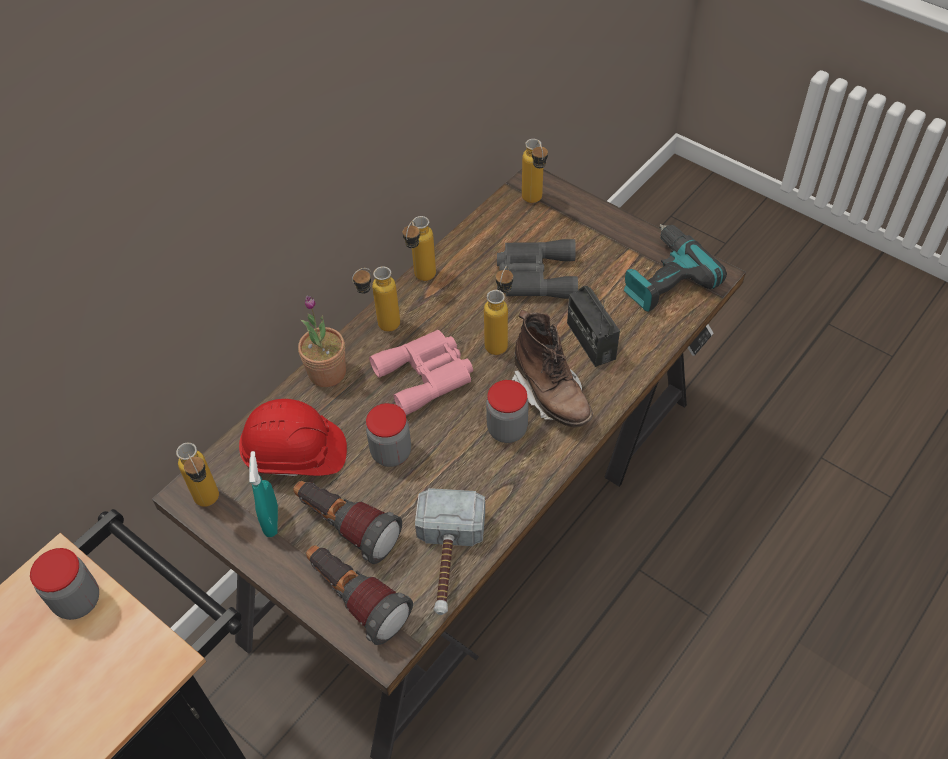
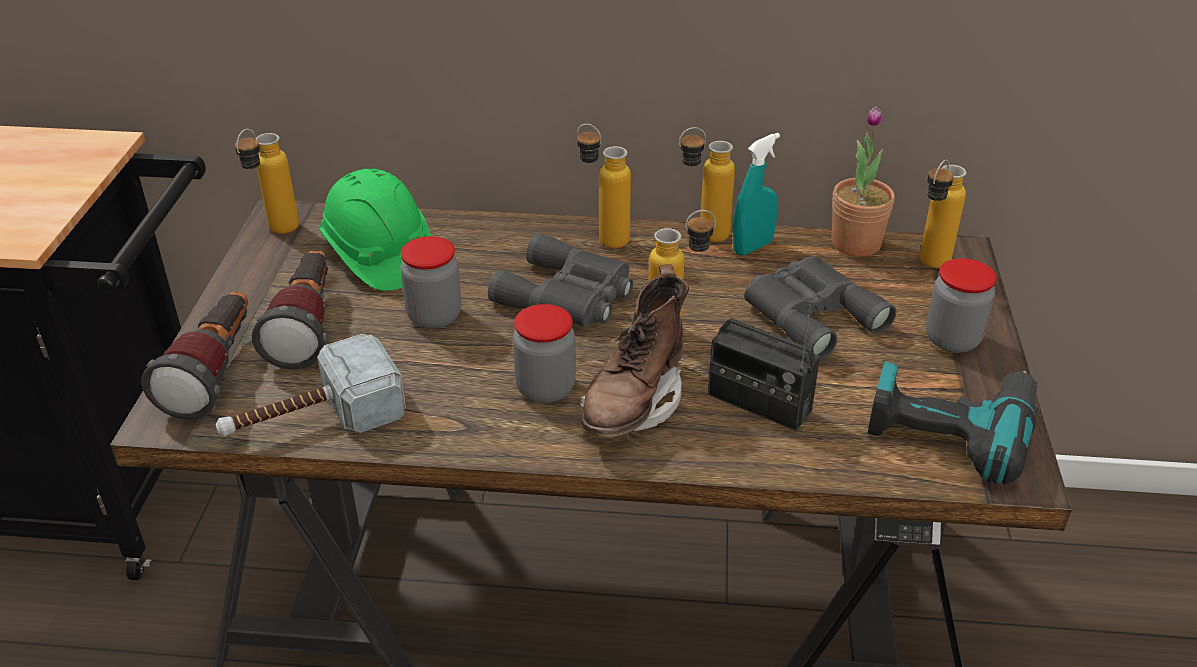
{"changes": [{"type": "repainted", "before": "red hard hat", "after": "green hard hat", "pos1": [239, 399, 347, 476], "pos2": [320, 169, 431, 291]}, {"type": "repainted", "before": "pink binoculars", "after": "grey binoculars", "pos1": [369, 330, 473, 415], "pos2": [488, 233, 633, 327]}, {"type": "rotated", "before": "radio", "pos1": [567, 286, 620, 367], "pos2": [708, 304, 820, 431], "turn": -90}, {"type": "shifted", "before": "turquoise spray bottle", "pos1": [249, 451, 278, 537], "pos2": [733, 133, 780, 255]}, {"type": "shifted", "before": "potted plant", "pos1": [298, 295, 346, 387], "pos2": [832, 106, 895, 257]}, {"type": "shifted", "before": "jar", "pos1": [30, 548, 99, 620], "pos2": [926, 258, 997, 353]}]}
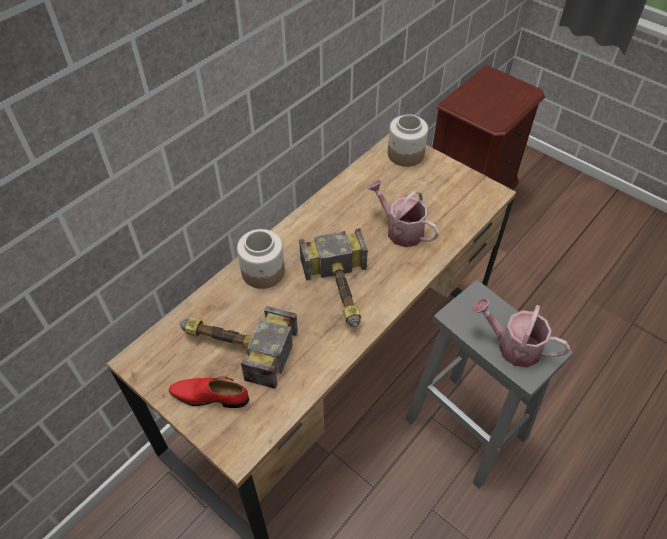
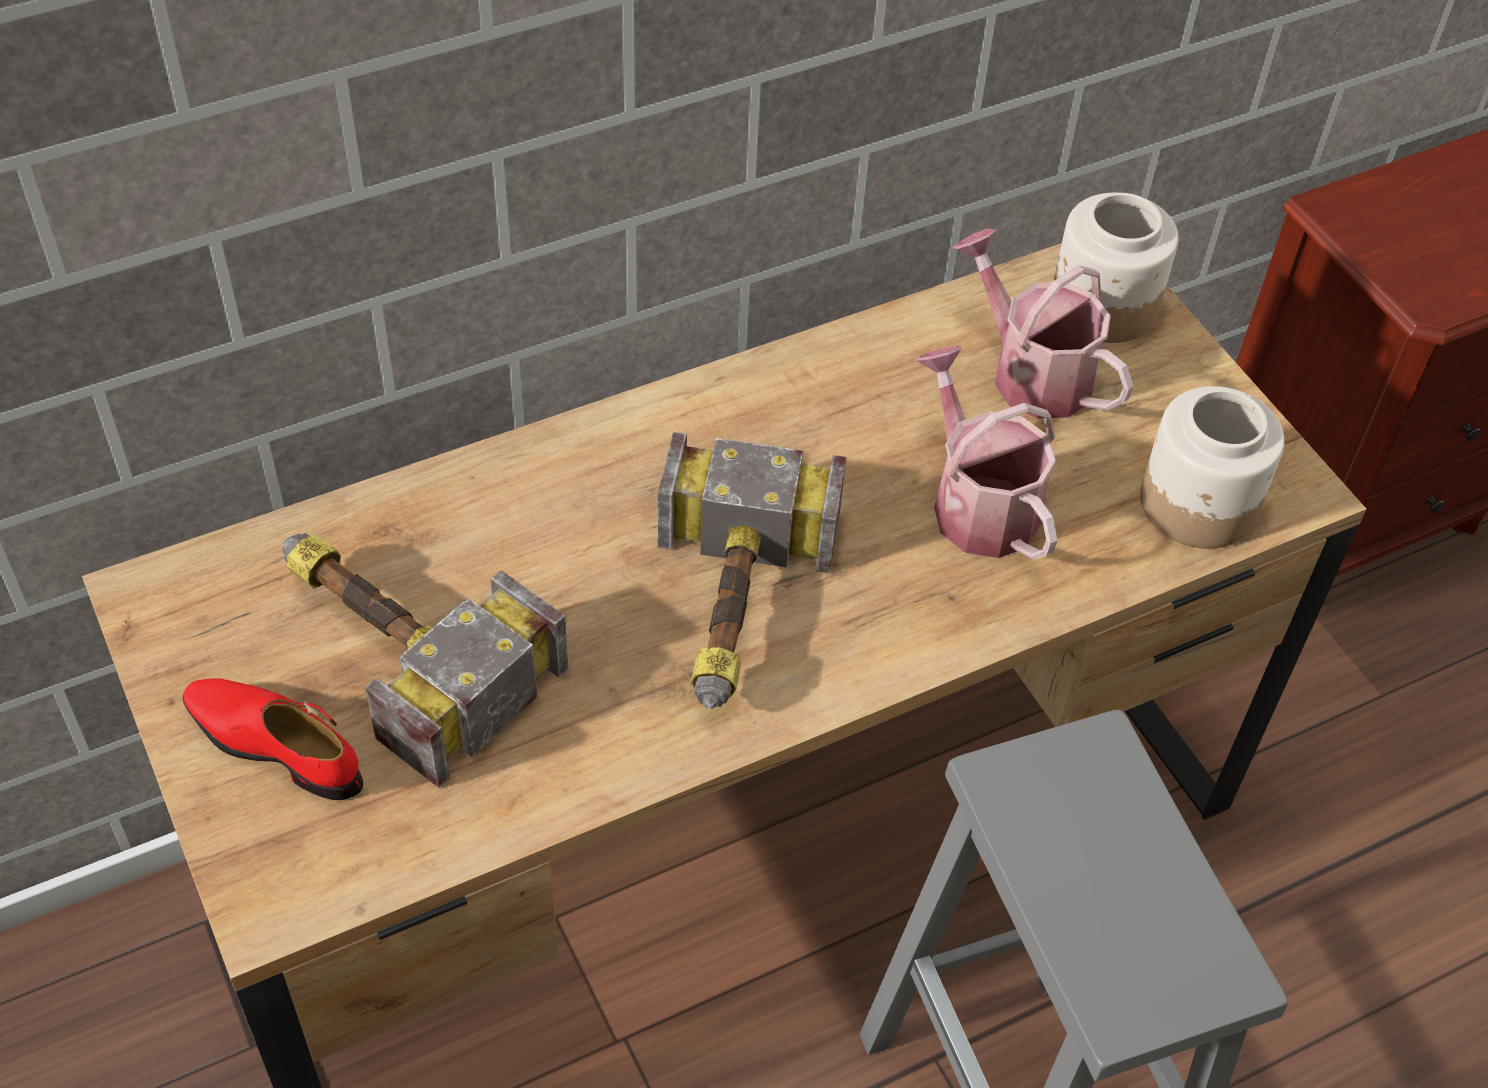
{"changes": [{"type": "shifted", "before": "watering can", "pos1": [472, 298, 570, 368], "pos2": [953, 229, 1134, 419]}, {"type": "shifted", "before": "jar", "pos1": [237, 229, 285, 289], "pos2": [1140, 386, 1284, 548]}]}
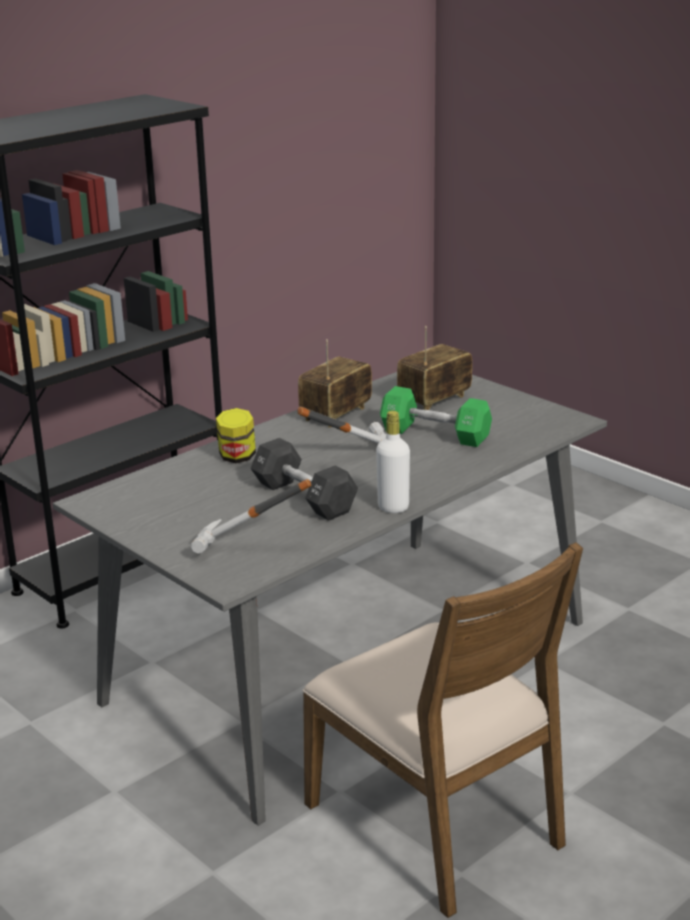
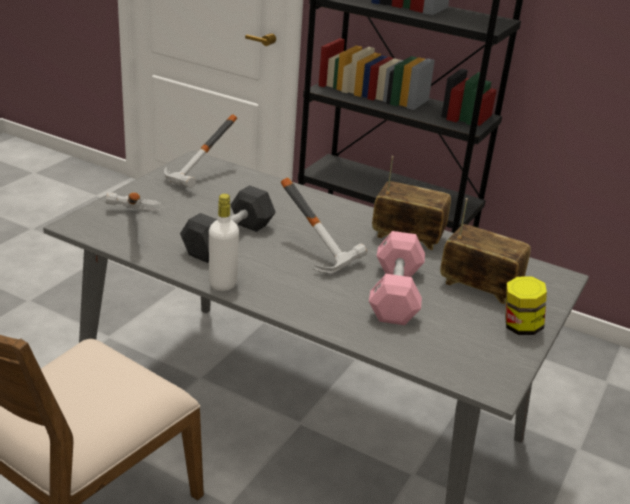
{"changes": [{"type": "new", "after": "hammer", "pos2": [164, 115, 237, 188]}, {"type": "repainted", "before": "green dumbbell", "after": "pink dumbbell", "pos1": [380, 386, 492, 447], "pos2": [369, 231, 425, 325]}, {"type": "shifted", "before": "jar", "pos1": [216, 408, 256, 463], "pos2": [505, 277, 547, 335]}]}
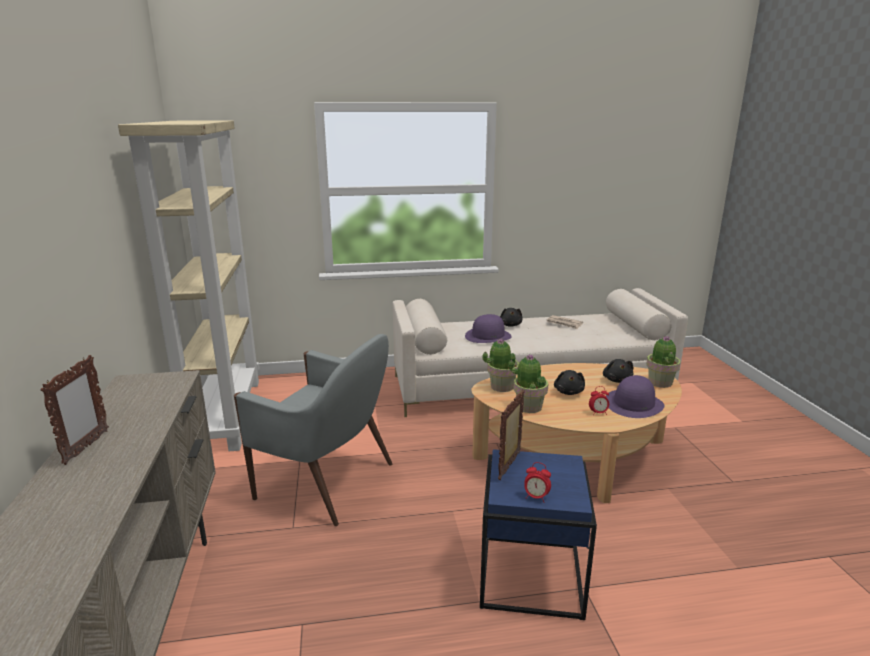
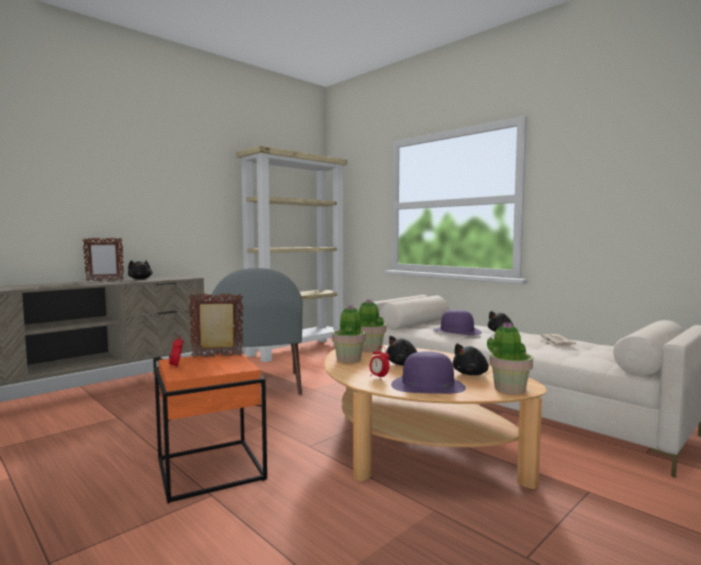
{"changes": [{"type": "new", "after": "black plush toy", "pos2": [128, 260, 153, 279]}, {"type": "repainted", "before": "blue side table", "after": "orange side table", "pos1": [480, 449, 597, 620], "pos2": [154, 351, 267, 504]}]}
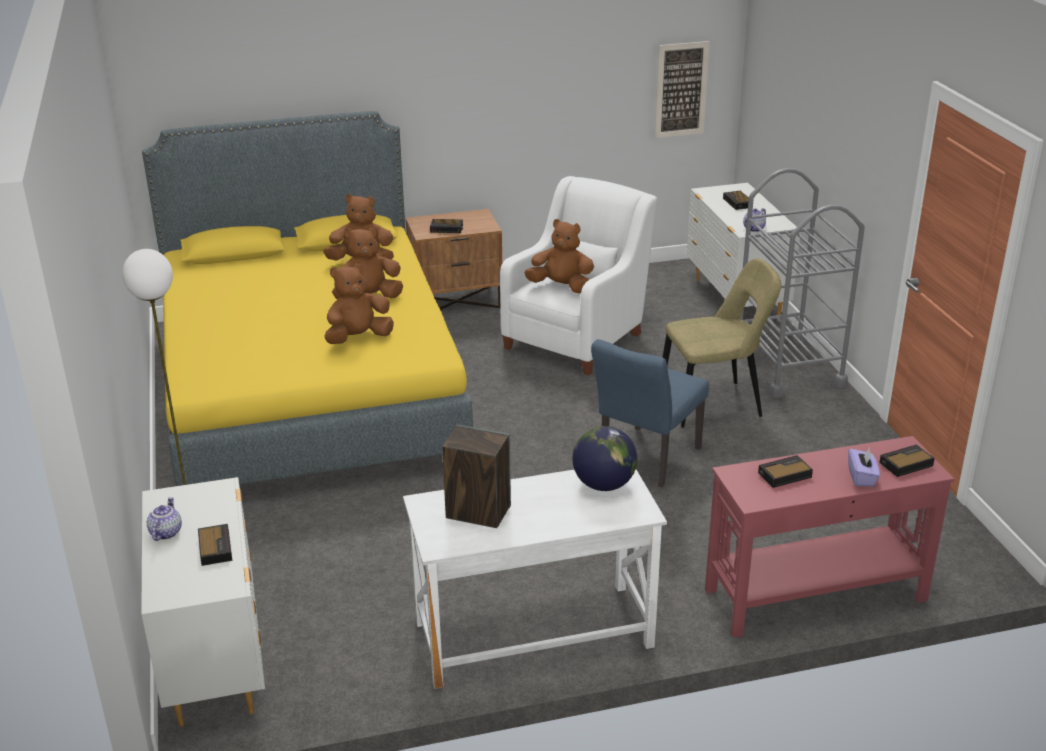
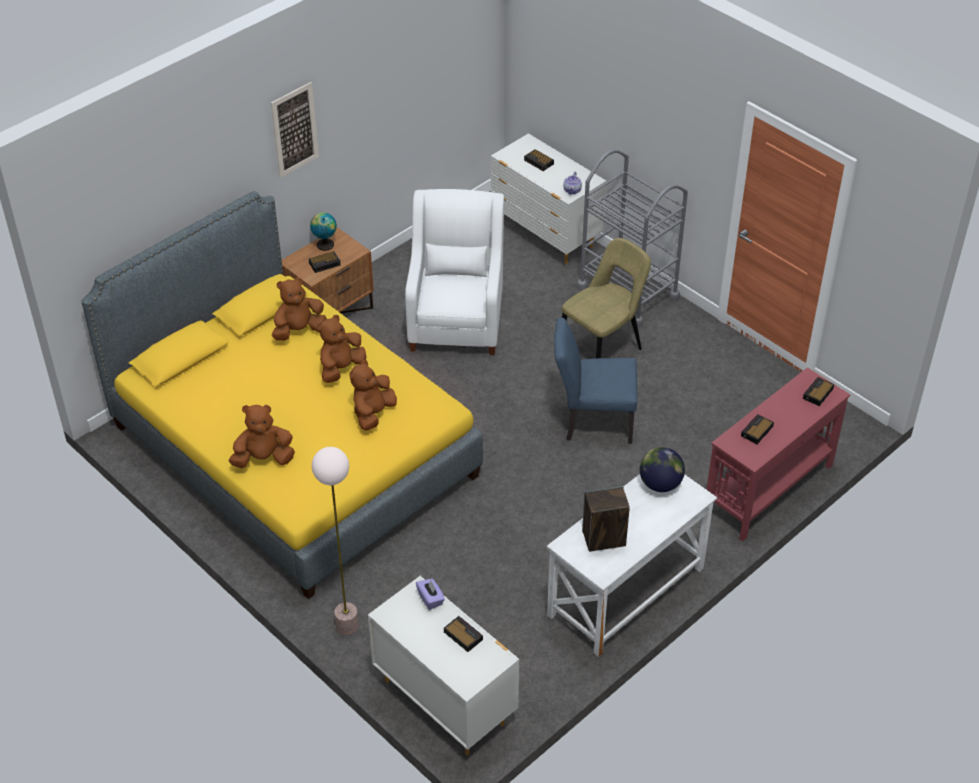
{"changes": [{"type": "shifted", "before": "brown plush toy", "pos1": [524, 219, 594, 293], "pos2": [229, 404, 295, 468]}, {"type": "shifted", "before": "picture", "pos1": [655, 41, 710, 138], "pos2": [271, 82, 319, 178]}, {"type": "new", "after": "globe", "pos2": [310, 212, 337, 251]}, {"type": "shifted", "before": "purple tissue box", "pos1": [848, 448, 880, 486], "pos2": [416, 578, 445, 610]}, {"type": "rotated", "before": "blue chair", "pos1": [591, 339, 709, 487], "pos2": [554, 318, 637, 444], "turn": 90}, {"type": "gone", "before": "teapot", "pos1": [147, 497, 182, 541]}]}
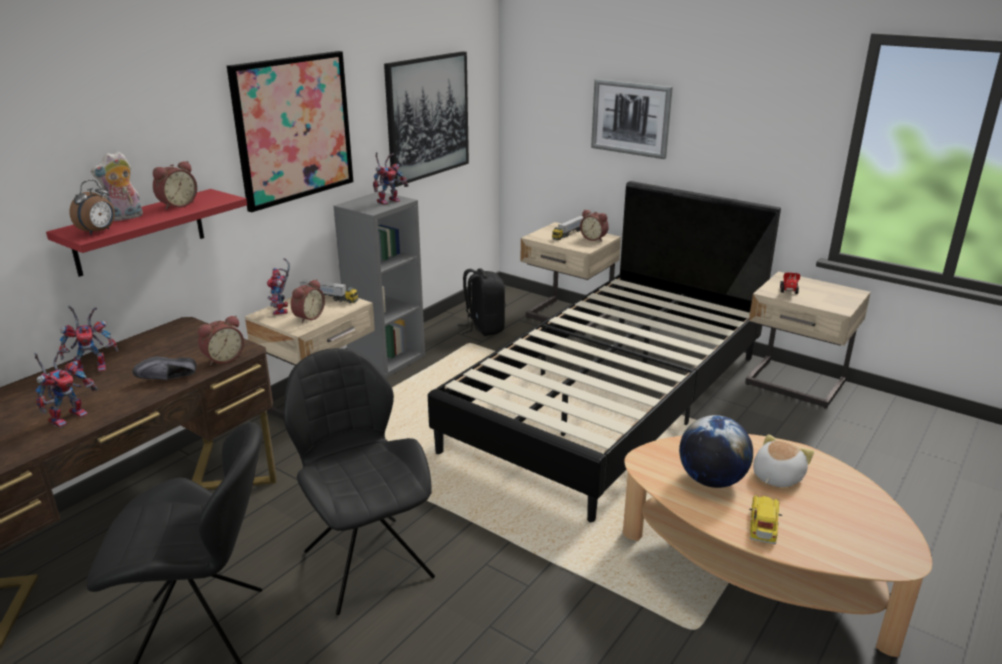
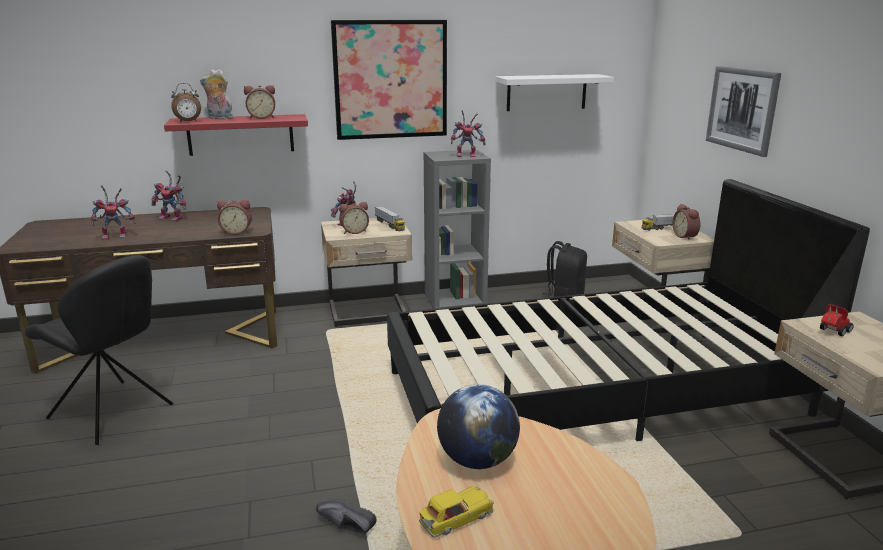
{"changes": [{"type": "shifted", "before": "black shoe", "pos1": [133, 356, 197, 380], "pos2": [316, 498, 377, 535]}, {"type": "swapped", "before": "picture", "after": "white shelf", "pos1": [384, 51, 469, 187], "pos2": [495, 74, 614, 111]}, {"type": "gone", "before": "black chair", "pos1": [284, 348, 435, 615]}, {"type": "gone", "before": "plush toy", "pos1": [753, 434, 814, 487]}]}
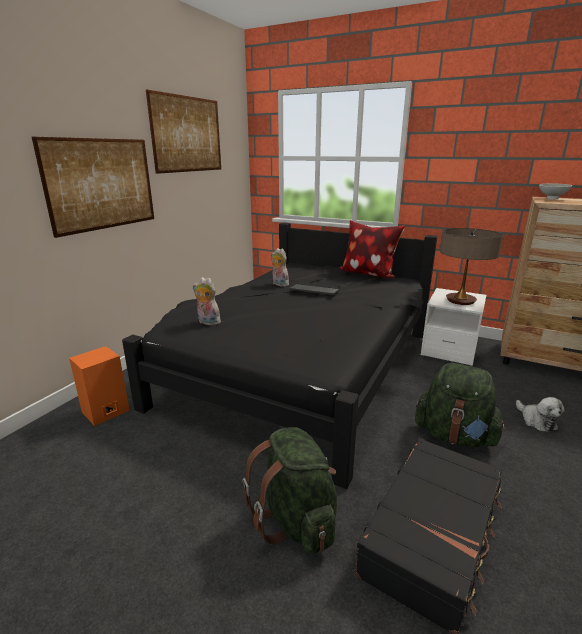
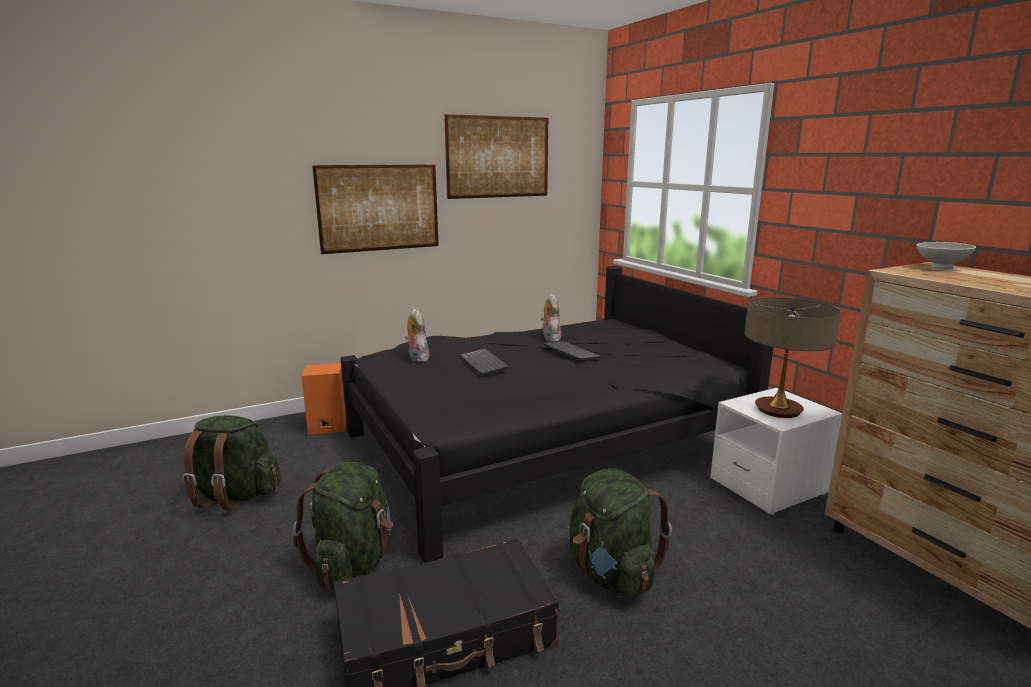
{"changes": [{"type": "new", "after": "green backpack", "pos2": [182, 415, 281, 510]}, {"type": "new", "after": "keyboard", "pos2": [459, 349, 509, 375]}, {"type": "gone", "before": "pillow", "pos1": [339, 220, 405, 278]}, {"type": "gone", "before": "plush toy", "pos1": [516, 397, 565, 432]}]}
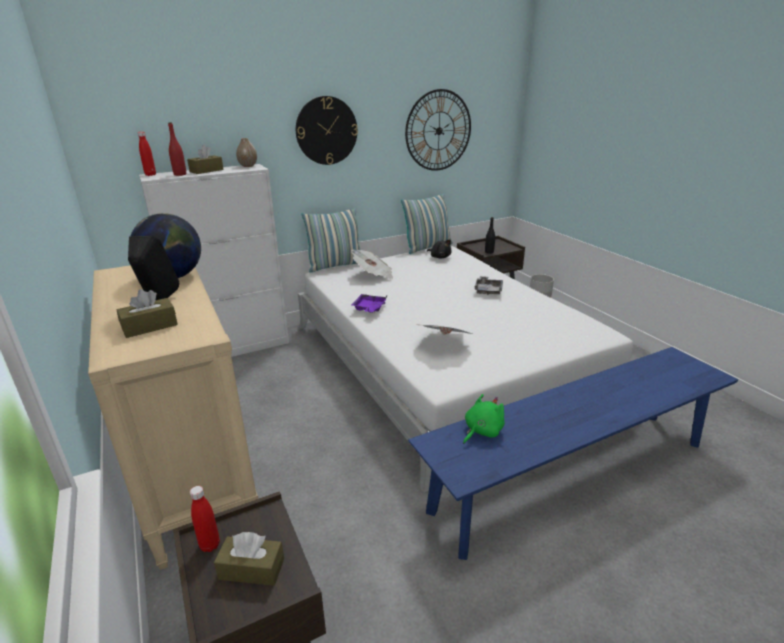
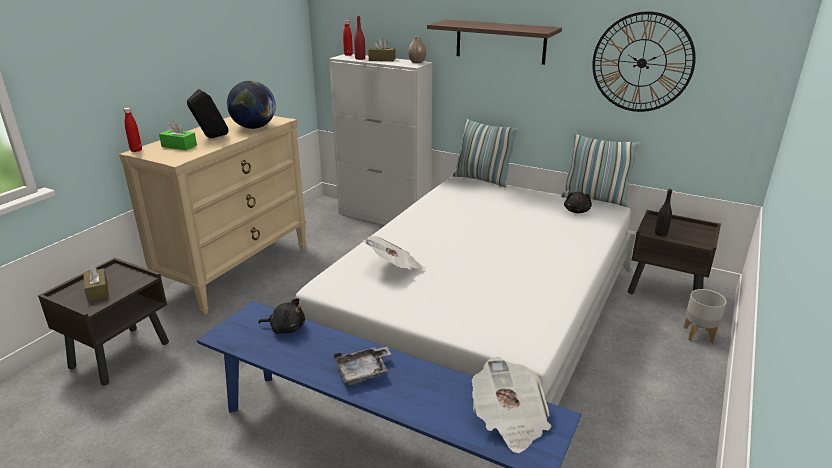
{"changes": [{"type": "shifted", "before": "red bottle", "pos1": [190, 486, 220, 552], "pos2": [124, 108, 142, 152]}, {"type": "repainted", "before": "brown tissue box", "after": "green tissue box", "pos1": [117, 289, 178, 338], "pos2": [159, 121, 197, 150]}, {"type": "repainted", "before": "green plush toy", "after": "black plush toy", "pos1": [463, 394, 505, 444], "pos2": [258, 298, 305, 334]}, {"type": "shifted", "before": "grey tray", "pos1": [475, 276, 503, 295], "pos2": [334, 347, 391, 385]}, {"type": "swapped", "before": "wall clock", "after": "shelf", "pos1": [296, 96, 358, 165], "pos2": [427, 20, 562, 65]}, {"type": "shifted", "before": "newspaper", "pos1": [351, 250, 393, 279], "pos2": [472, 357, 551, 453]}, {"type": "gone", "before": "purple tray", "pos1": [352, 294, 387, 312]}]}
